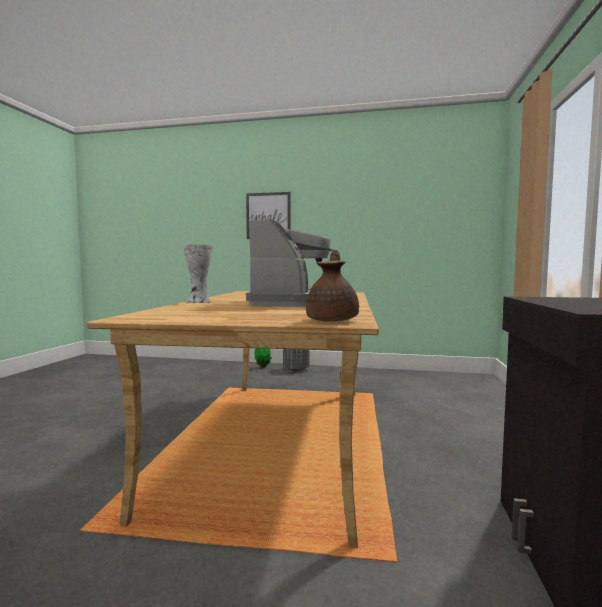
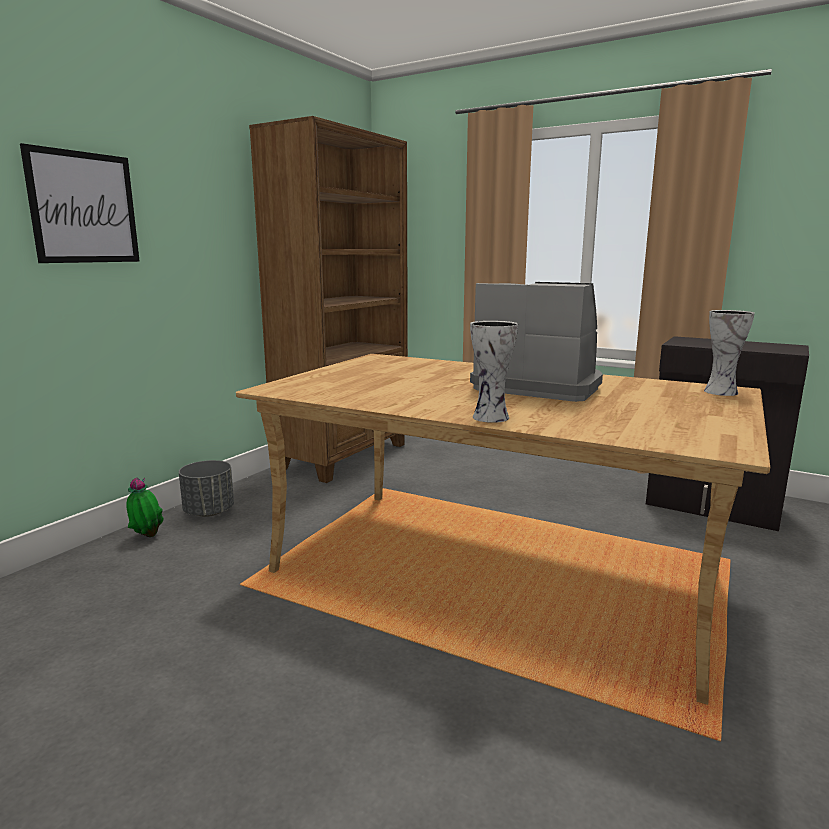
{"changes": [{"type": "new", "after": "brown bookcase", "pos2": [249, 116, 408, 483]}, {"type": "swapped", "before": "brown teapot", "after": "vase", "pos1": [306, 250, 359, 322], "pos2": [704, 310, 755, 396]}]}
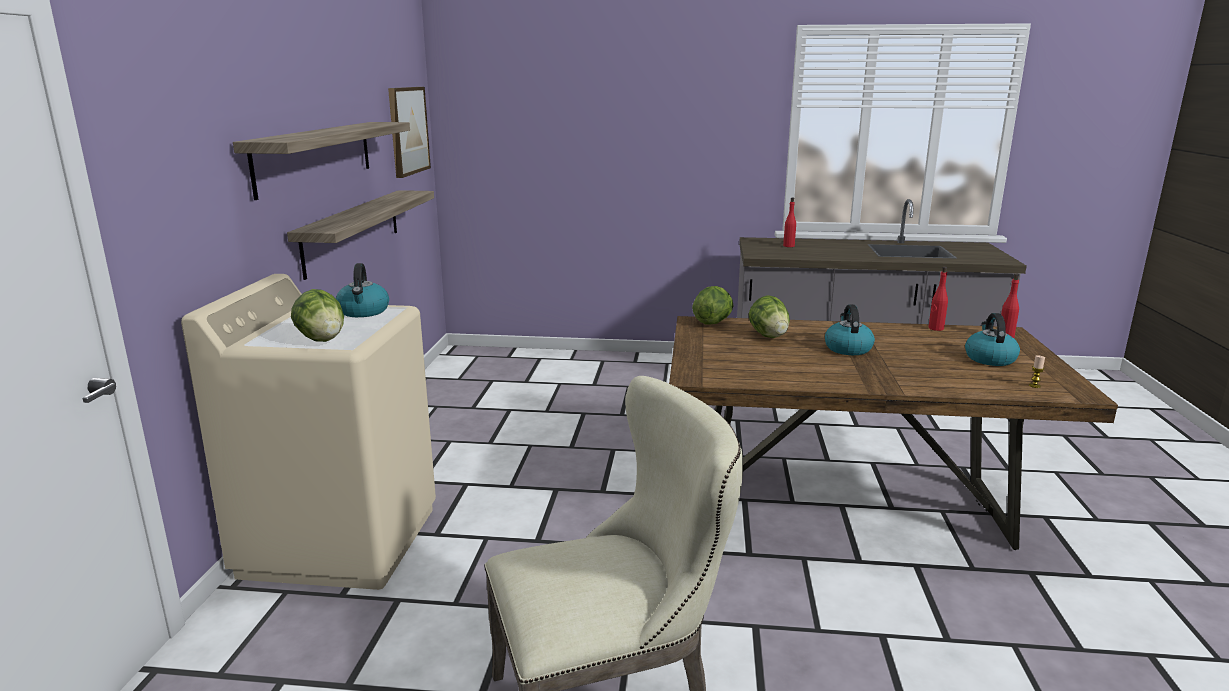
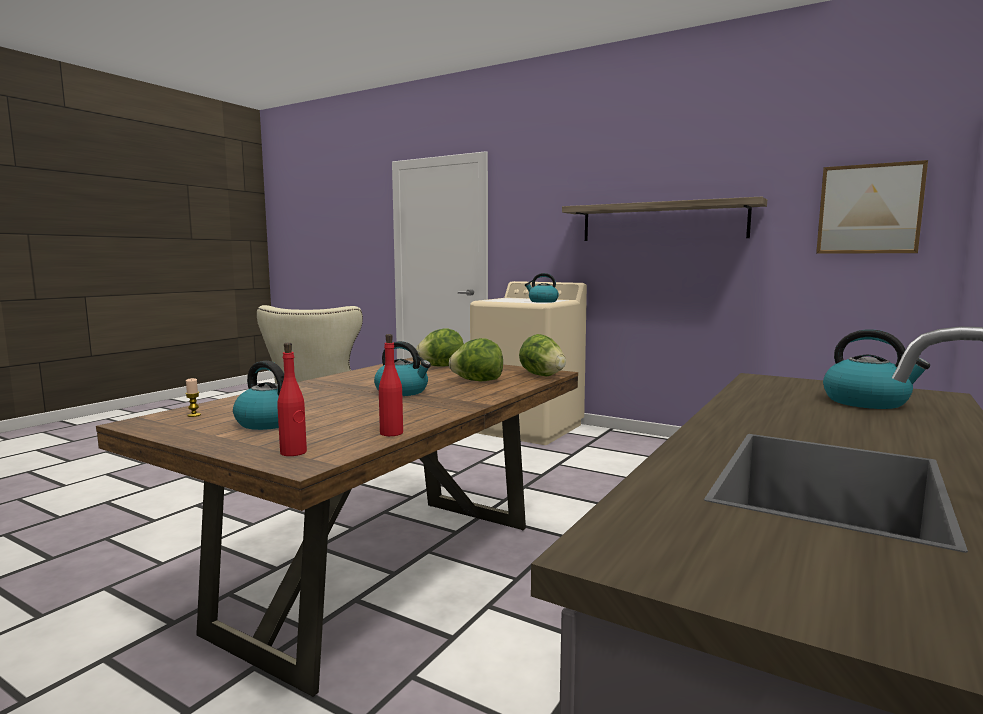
{"changes": [{"type": "shifted", "before": "lettuce", "pos1": [291, 289, 344, 342], "pos2": [416, 329, 464, 367]}, {"type": "swapped", "before": "red bottle", "after": "kettle", "pos1": [783, 197, 796, 247], "pos2": [823, 329, 930, 409]}, {"type": "gone", "before": "shelf", "pos1": [287, 190, 434, 280]}]}
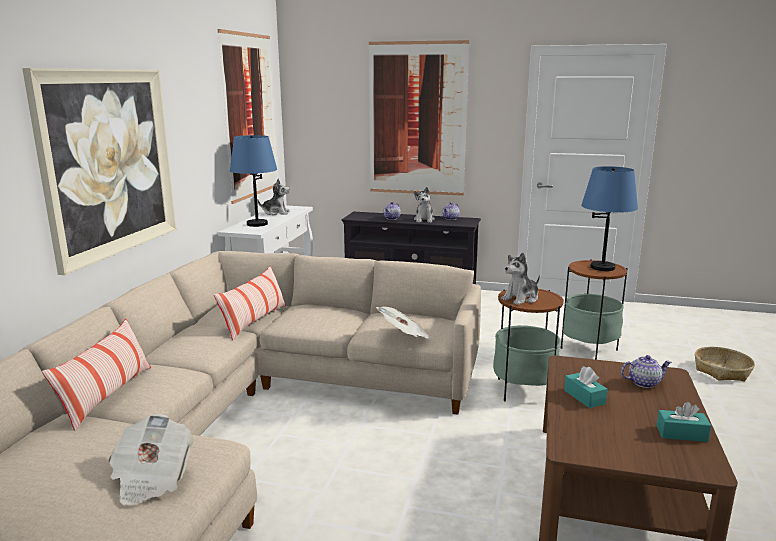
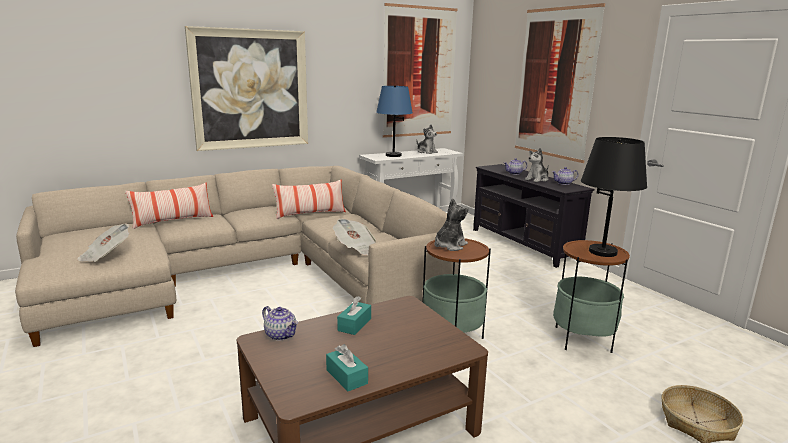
{"changes": [{"type": "shifted", "before": "teapot", "pos1": [621, 355, 672, 388], "pos2": [262, 306, 298, 341]}, {"type": "rotated", "before": "plush toy", "pos1": [501, 252, 540, 305], "pos2": [434, 198, 468, 251], "turn": 120}, {"type": "repainted", "before": "blue table lamp", "after": "black table lamp", "pos1": [581, 166, 638, 271], "pos2": [581, 137, 647, 257]}]}
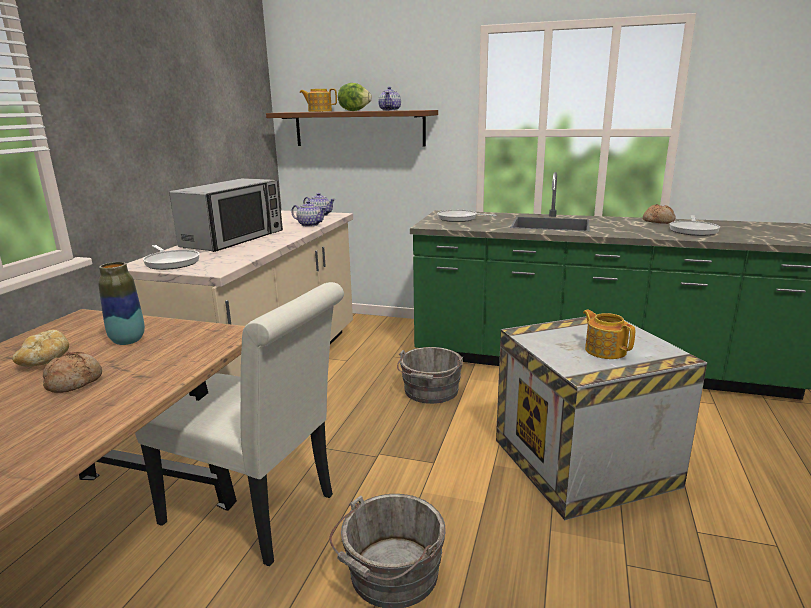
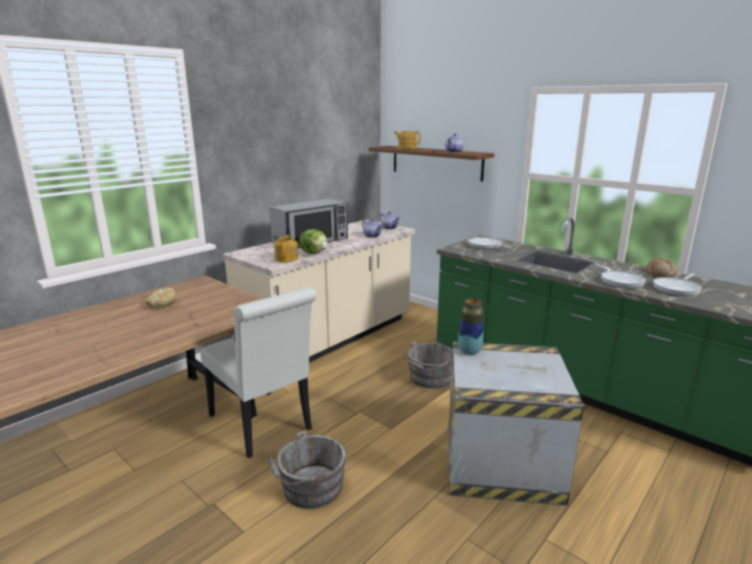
{"changes": [{"type": "shifted", "before": "teapot", "pos1": [583, 310, 635, 359], "pos2": [274, 235, 298, 263]}, {"type": "shifted", "before": "lettuce", "pos1": [338, 83, 372, 111], "pos2": [299, 229, 327, 254]}, {"type": "shifted", "before": "vase", "pos1": [98, 262, 145, 345], "pos2": [458, 298, 484, 355]}, {"type": "shifted", "before": "frying pan", "pos1": [143, 245, 200, 270], "pos2": [595, 263, 646, 288]}, {"type": "gone", "before": "bread", "pos1": [43, 352, 102, 393]}]}
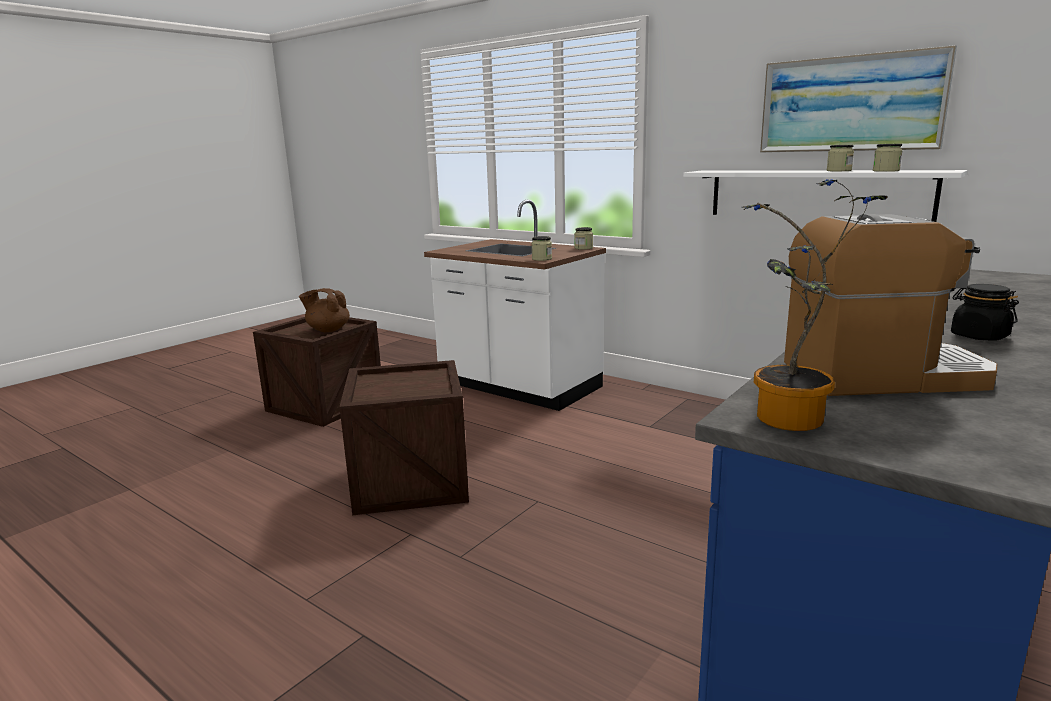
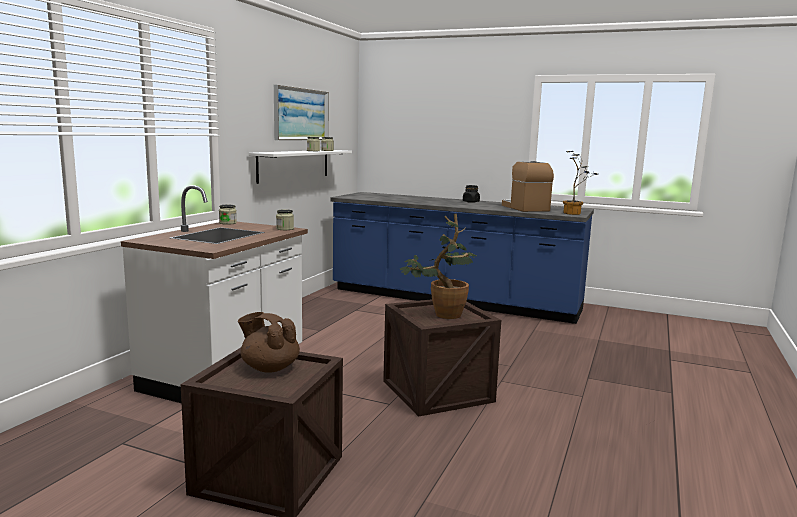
{"changes": [{"type": "rotated", "before": "brown teapot", "pos1": [299, 288, 350, 332], "pos2": [238, 312, 300, 372], "turn": 120}, {"type": "new", "after": "potted plant", "pos2": [400, 214, 476, 319]}]}
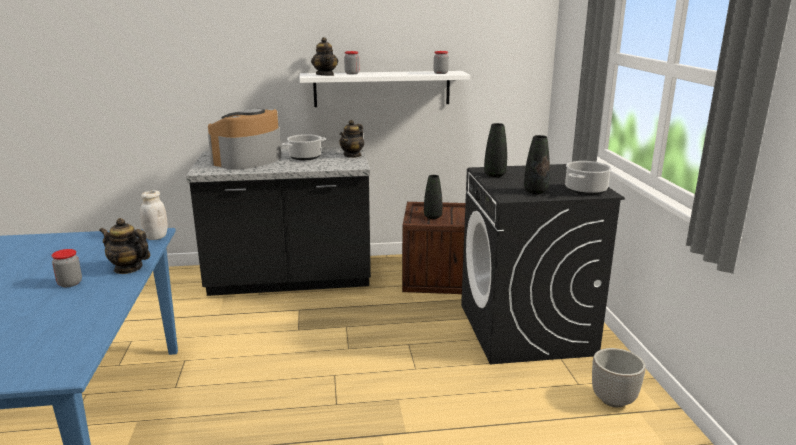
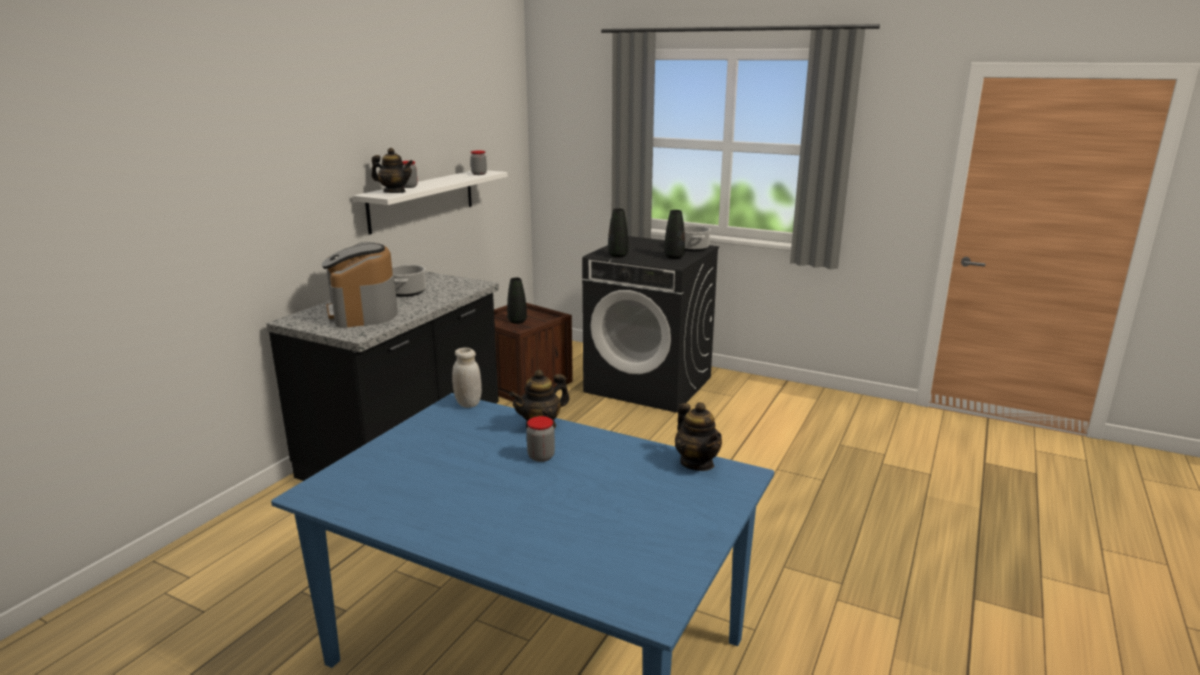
{"changes": [{"type": "shifted", "before": "teapot", "pos1": [339, 120, 364, 158], "pos2": [675, 402, 722, 471]}, {"type": "gone", "before": "planter", "pos1": [592, 348, 646, 408]}]}
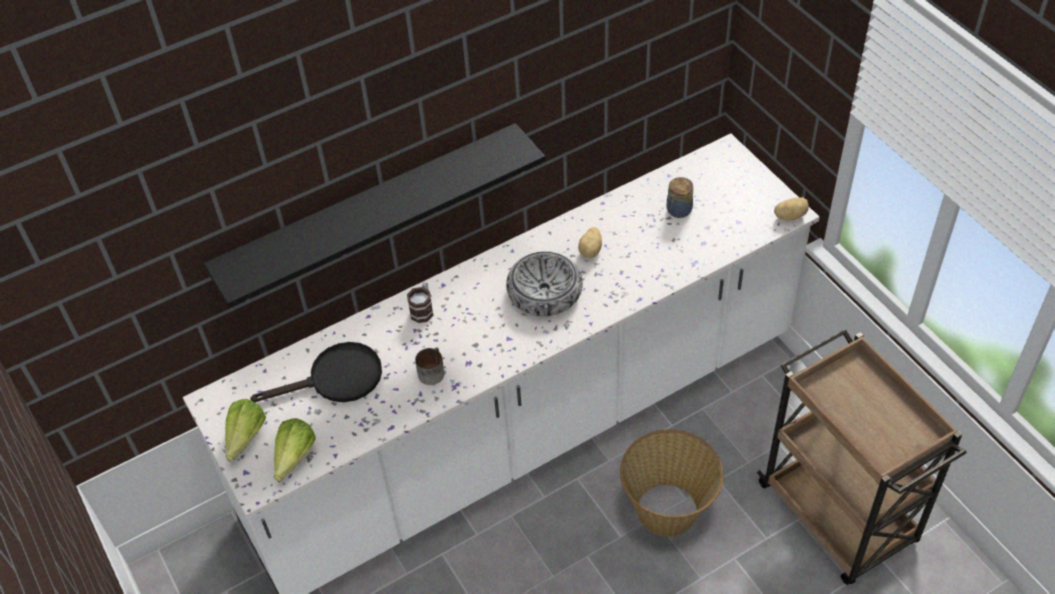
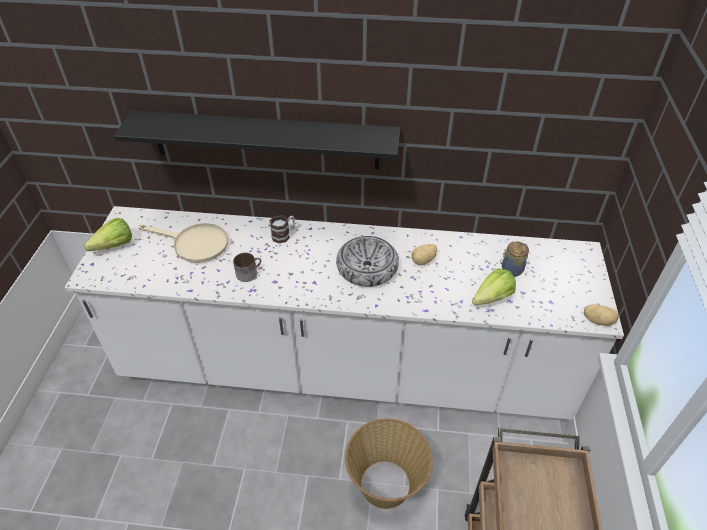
{"changes": [{"type": "repainted", "before": "black frying pan", "after": "beige frying pan", "pos1": [250, 342, 382, 402], "pos2": [138, 223, 228, 263]}, {"type": "shifted", "before": "lettuce", "pos1": [274, 418, 316, 481], "pos2": [472, 268, 516, 306]}]}
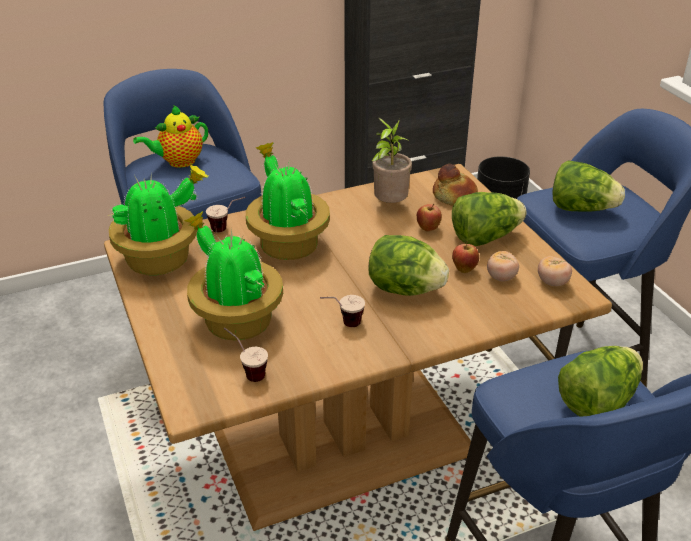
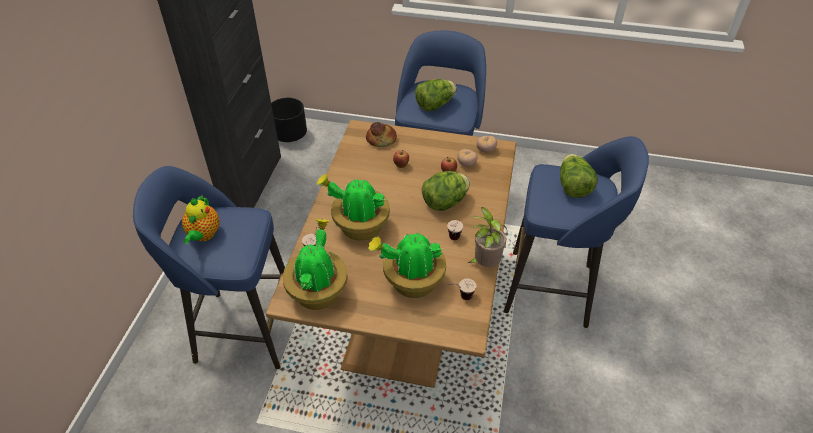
{"changes": [{"type": "shifted", "before": "potted plant", "pos1": [372, 118, 412, 203], "pos2": [468, 207, 507, 267]}, {"type": "gone", "before": "lettuce", "pos1": [452, 192, 527, 246]}]}
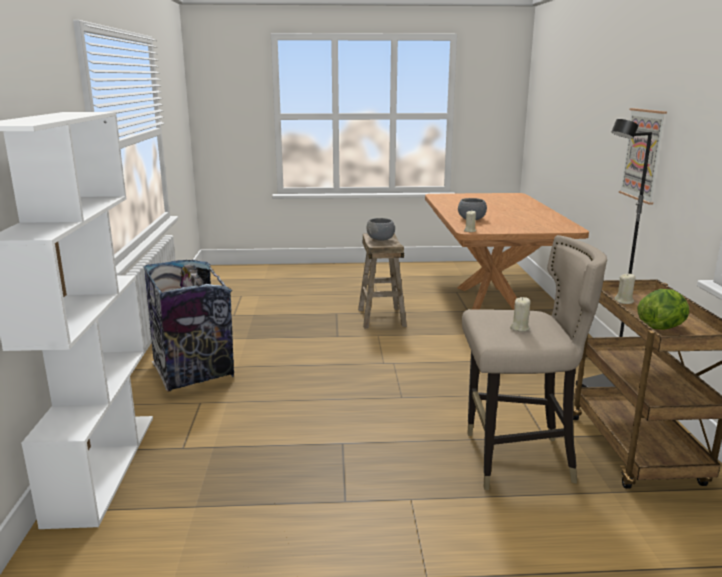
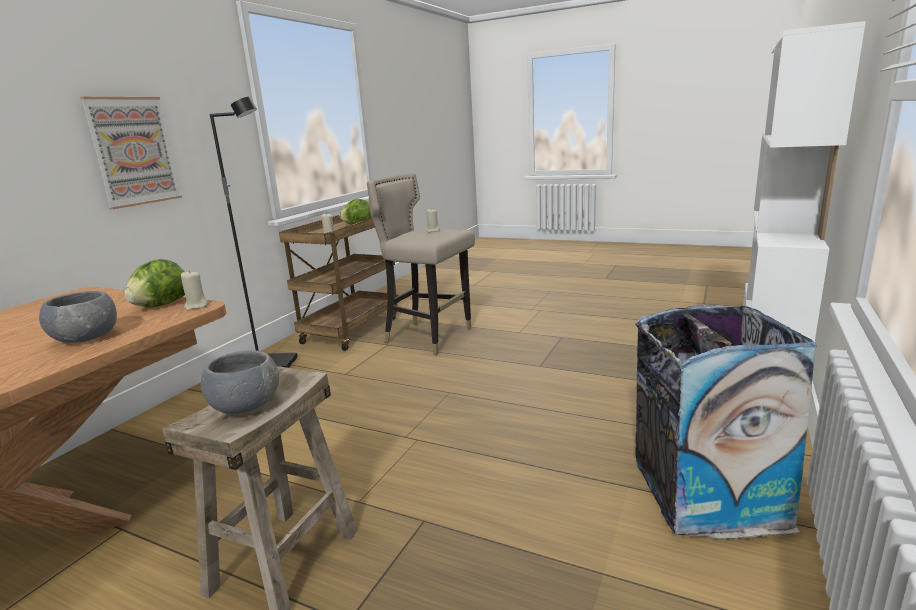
{"changes": [{"type": "new", "after": "lettuce", "pos2": [124, 259, 185, 308]}]}
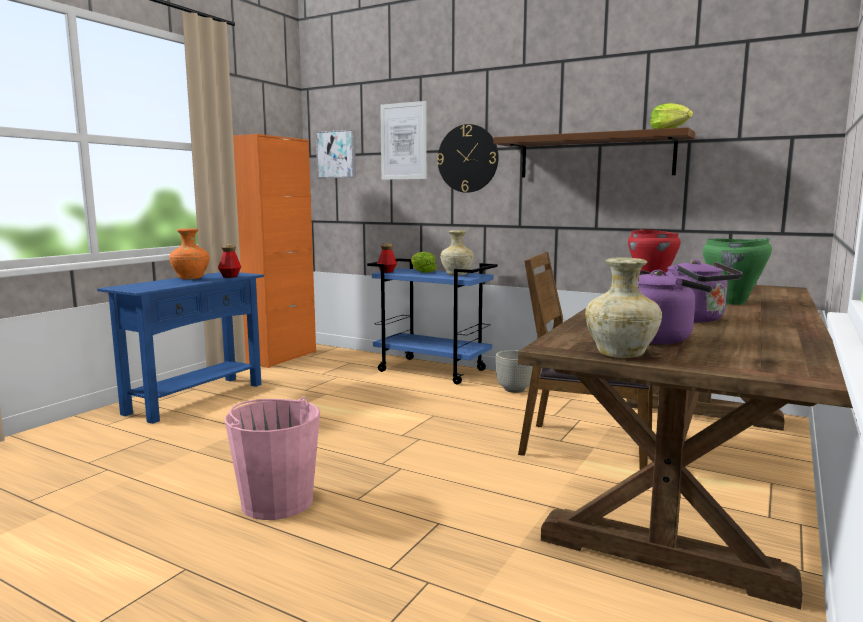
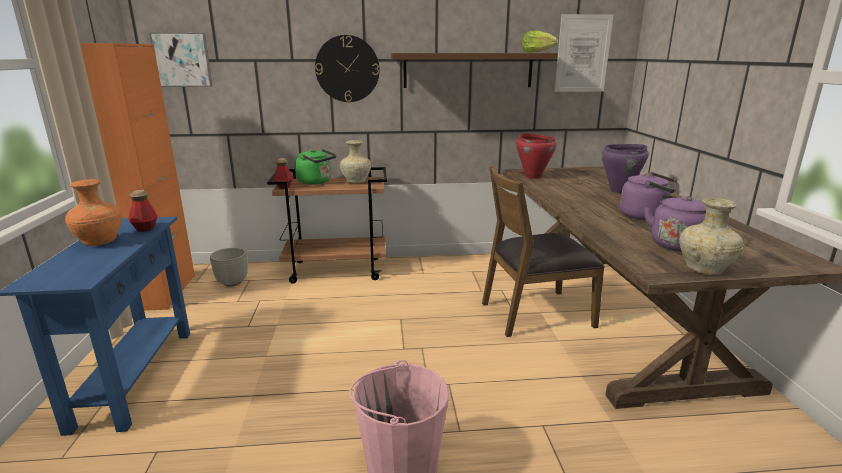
{"changes": [{"type": "shifted", "before": "grey planter", "pos1": [496, 350, 533, 393], "pos2": [210, 248, 248, 287]}, {"type": "repainted", "before": "blue cart", "after": "brown cart", "pos1": [367, 258, 498, 384], "pos2": [267, 167, 387, 284]}, {"type": "swapped", "before": "lettuce", "after": "green kettle", "pos1": [411, 252, 436, 273], "pos2": [295, 149, 337, 184]}, {"type": "shifted", "before": "picture", "pos1": [380, 101, 427, 180], "pos2": [555, 14, 613, 92]}, {"type": "repainted", "before": "green cooking pot", "after": "purple cooking pot", "pos1": [703, 238, 772, 305], "pos2": [601, 144, 649, 194]}]}
